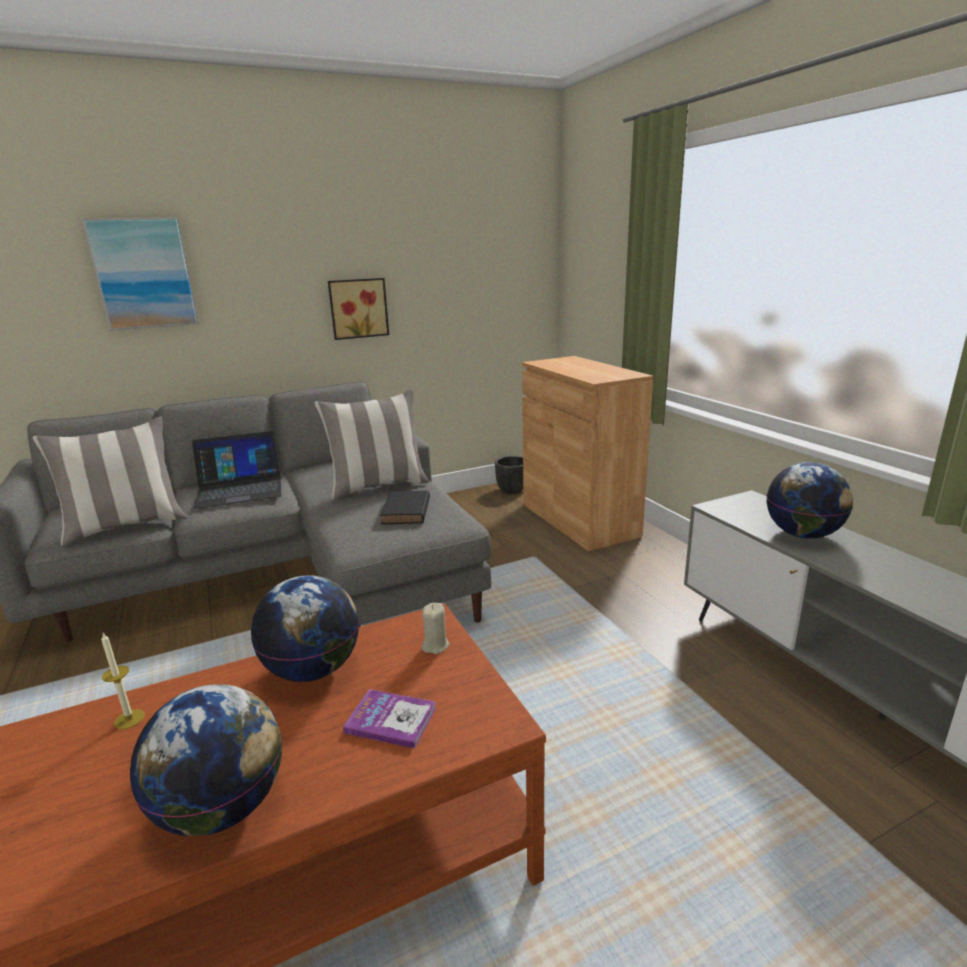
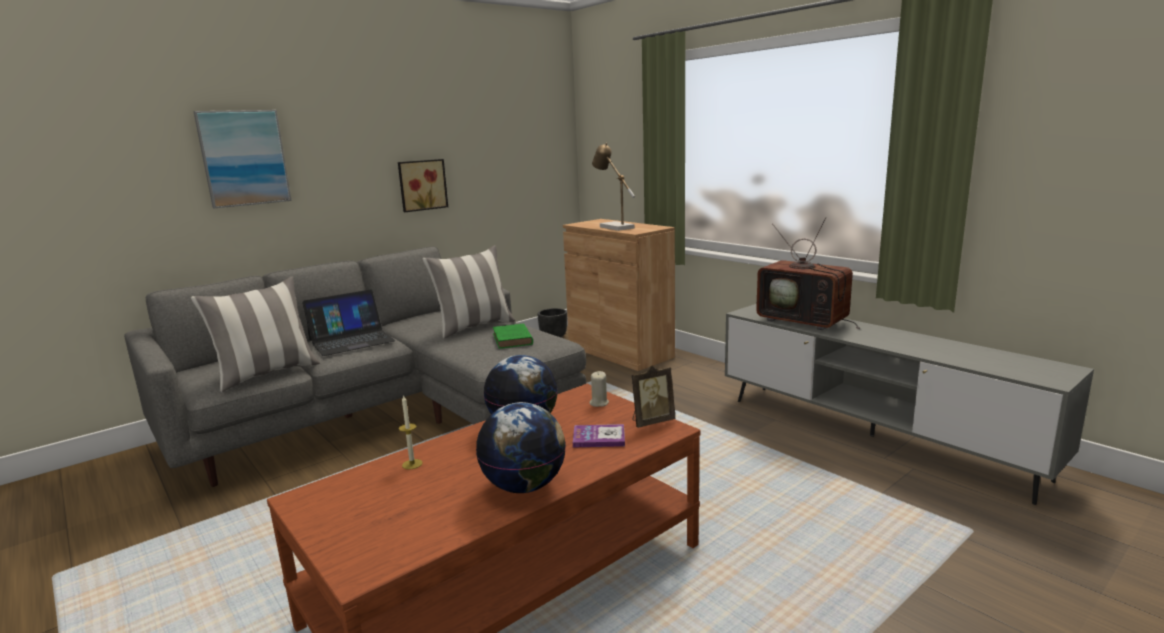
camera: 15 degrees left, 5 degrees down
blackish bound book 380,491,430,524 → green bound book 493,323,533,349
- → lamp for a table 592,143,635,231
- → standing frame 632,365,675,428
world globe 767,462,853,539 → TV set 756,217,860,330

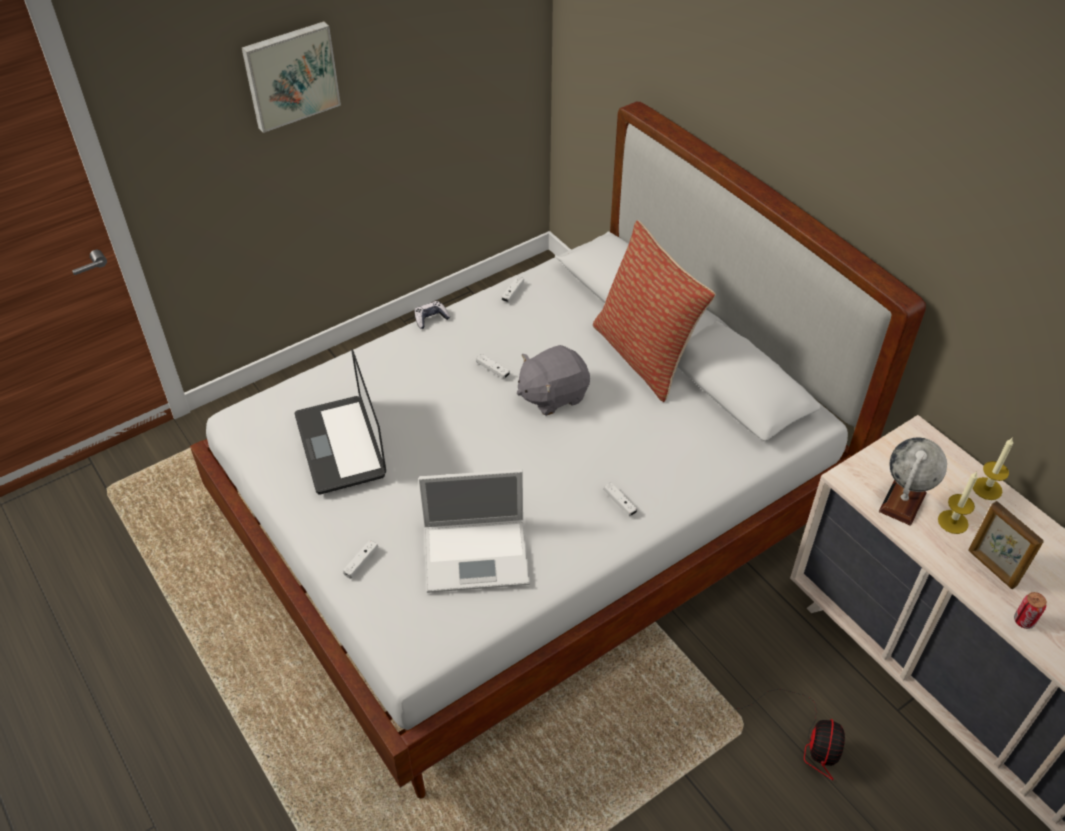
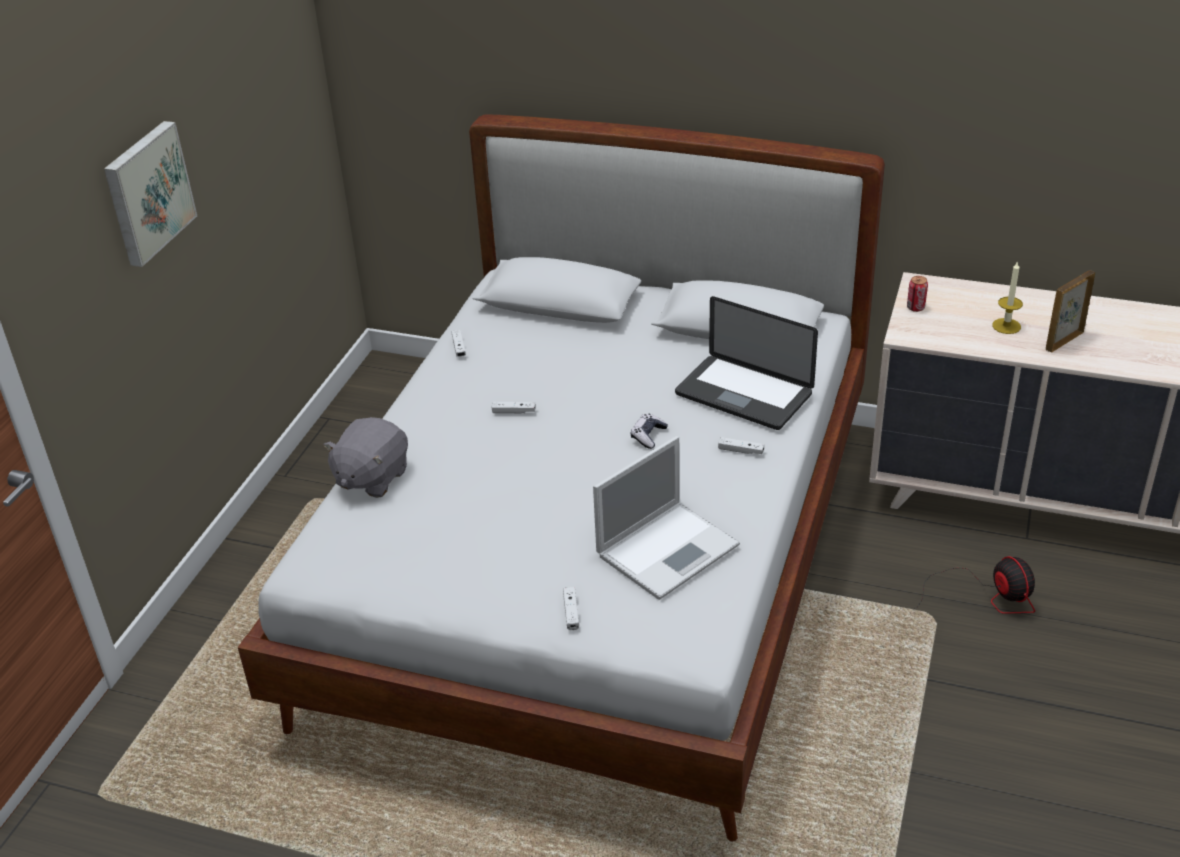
camera: 35 degrees left, 10 degrees down
gray plush toy 517,345,590,416 → gray plush toy 323,417,408,498, relocated
gamepad 414,301,450,329 → gamepad 631,414,668,449, relocated
laptop 295,349,386,495 → laptop 675,296,818,430, relocated
can 1014,592,1047,629 → can 907,276,928,312, relocated
standing frame 968,501,1044,589 → standing frame 1046,270,1095,352, 120 degrees clockwise
pillow 593,220,716,402 → -
world globe 879,437,947,526 → -
wax candle 973,437,1013,500 → -

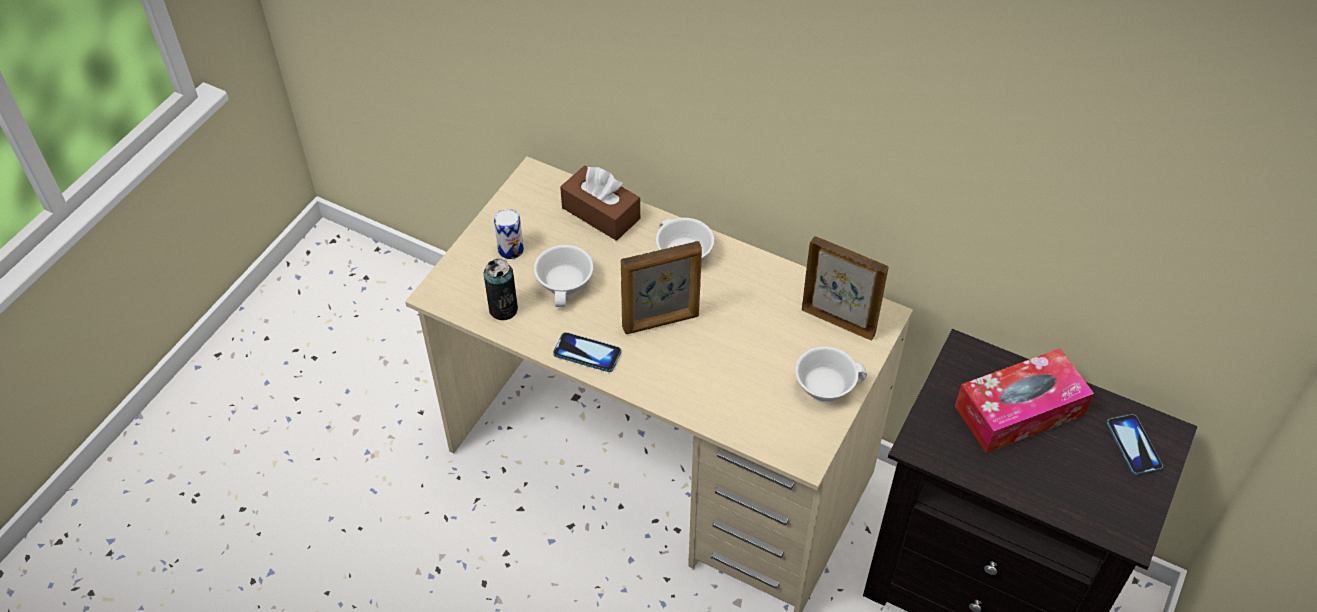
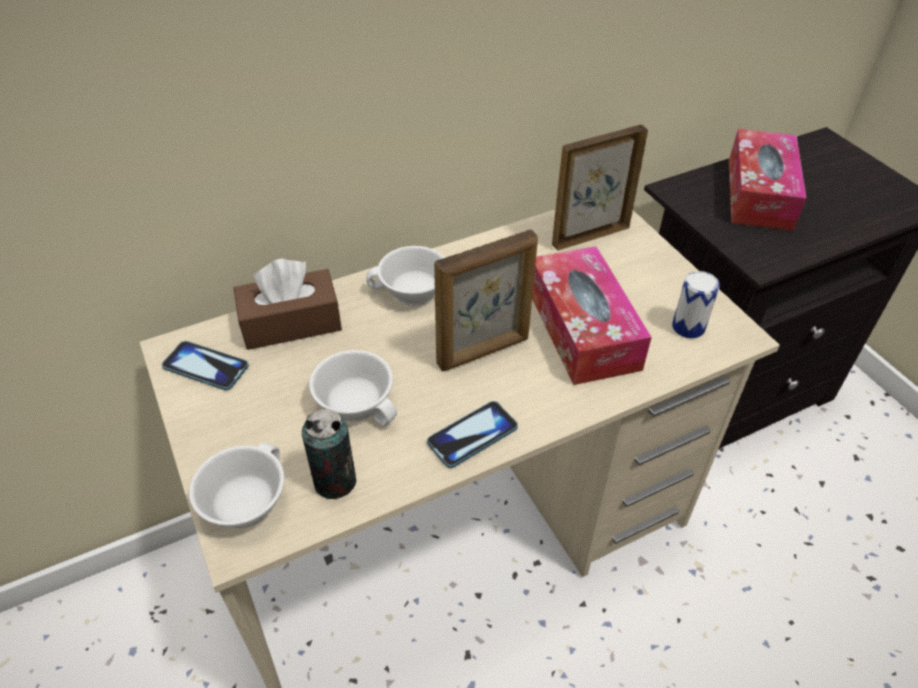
camera: 55 degrees left, 5 degrees down
handset 1107,414,1163,475 → handset 162,341,249,390, relocated
white-coloured cup 795,347,867,402 → white-coloured cup 189,443,285,528, relocated
standing frame 621,241,702,334 → standing frame 434,229,538,371, 45 degrees clockwise
- → tissue holder 532,246,652,385
can 494,209,524,259 → can 672,271,720,338, relocated

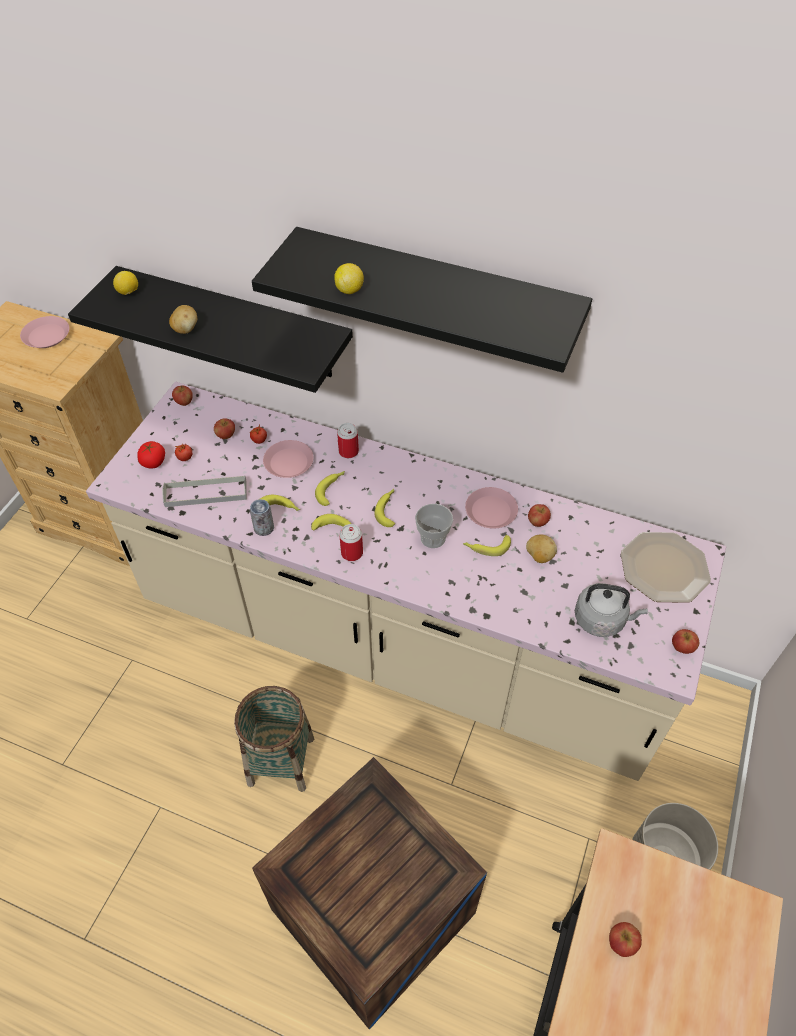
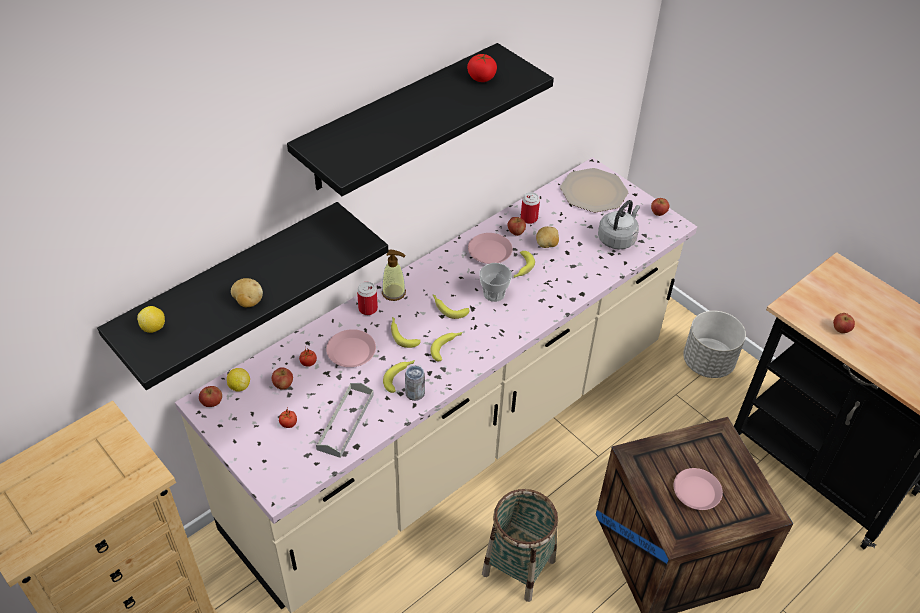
camera: 65 degrees left, 5 degrees down
whole lemon 334,263,364,294 → whole lemon 227,368,250,392, relocated
- → soap dispenser 382,250,406,301
fresh tomato 137,441,165,469 → fresh tomato 467,54,497,82, relocated
can 339,524,363,561 → can 521,192,540,224, relocated
pinkish dinner plate 20,316,70,348 → pinkish dinner plate 673,468,723,510, relocated

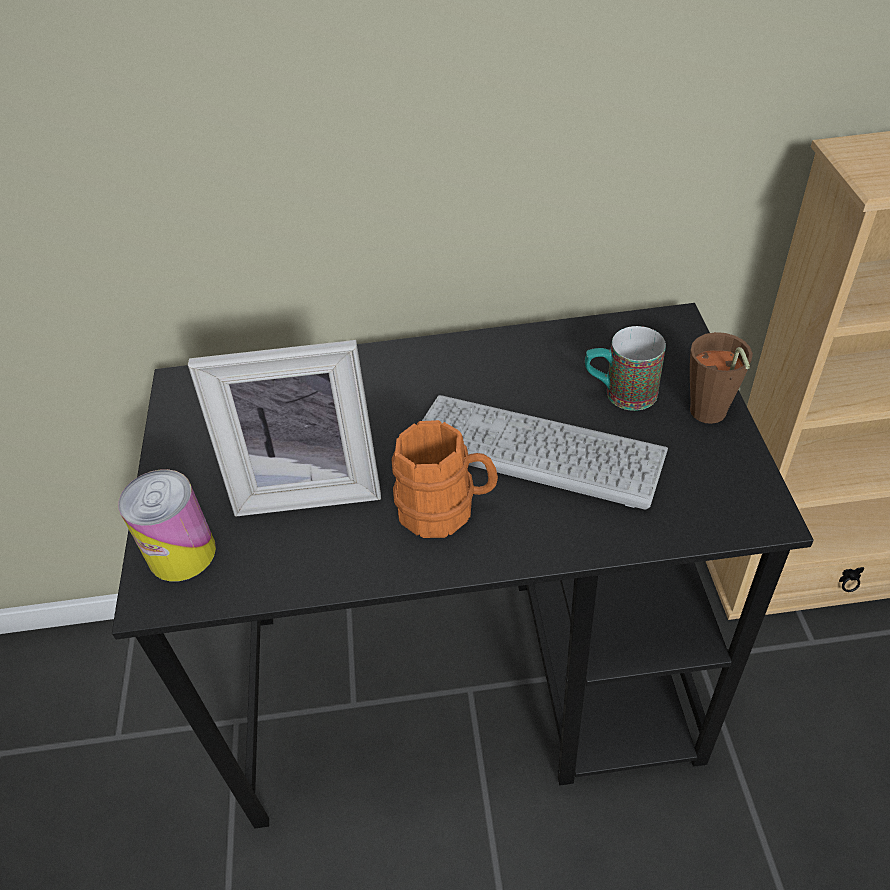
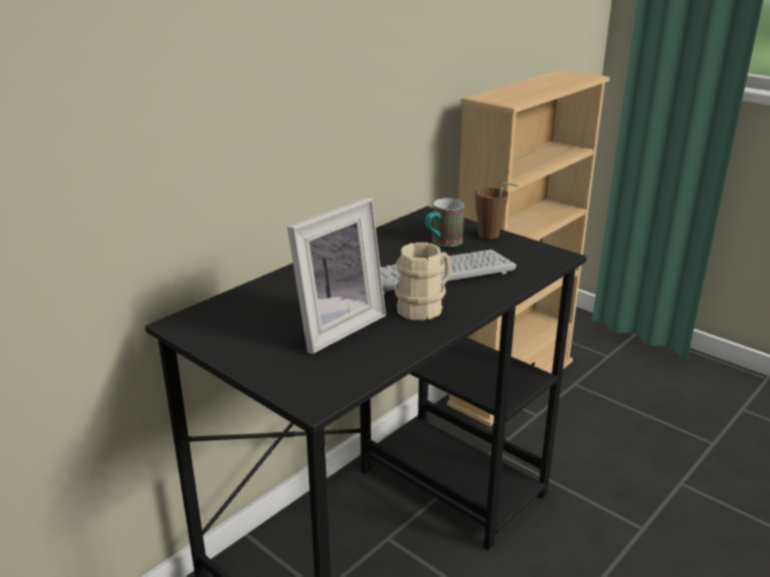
camera: 45 degrees left, 20 degrees down
orange mug 392,420,498,538 → beige-coloured mug 395,242,451,320
can 119,469,216,582 → -

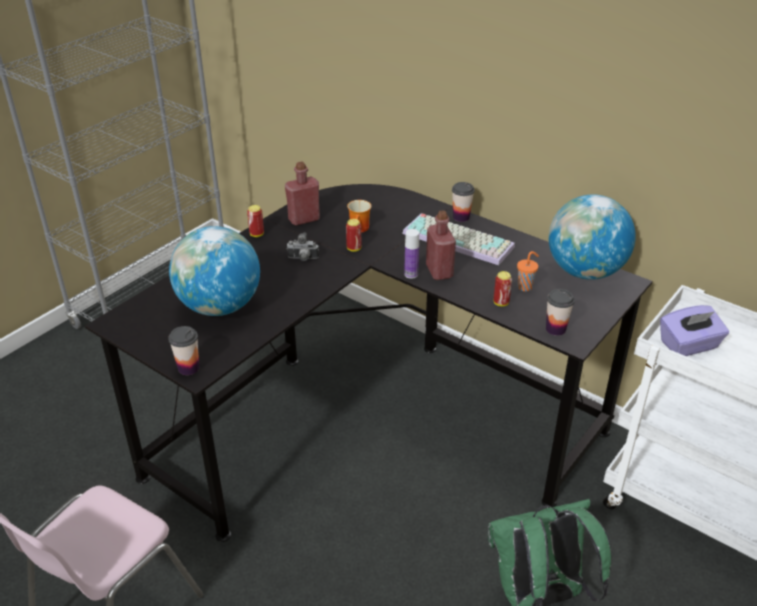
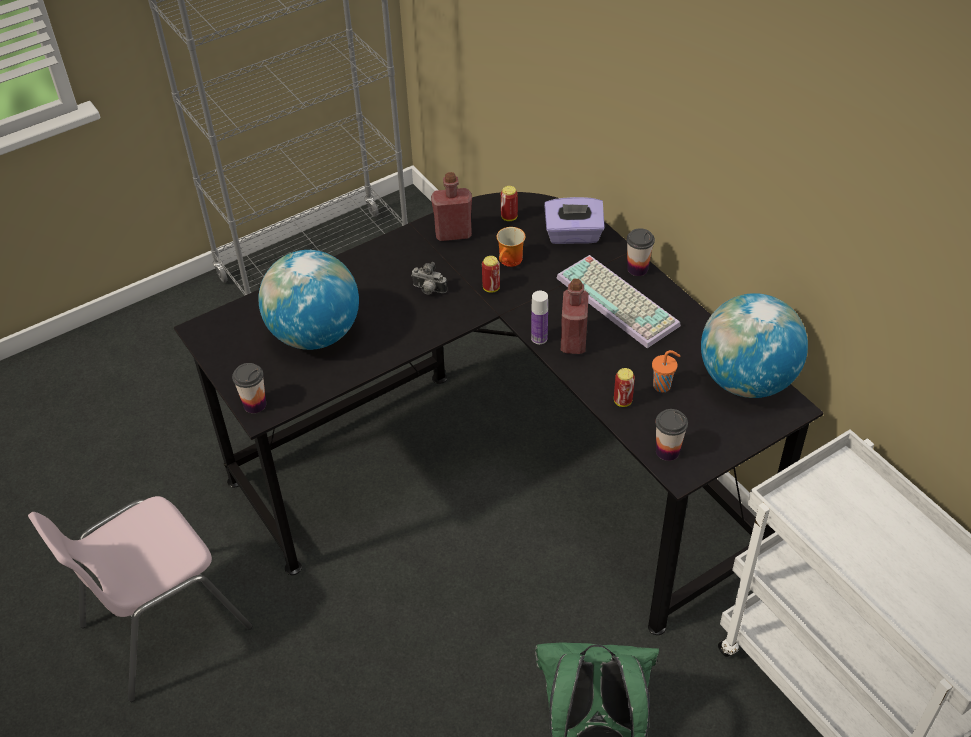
camera: 20 degrees right, 10 degrees up
can 247,205,264,237 → can 501,186,518,221, relocated
purple tissue holder 660,305,729,356 → purple tissue holder 544,197,605,244, relocated

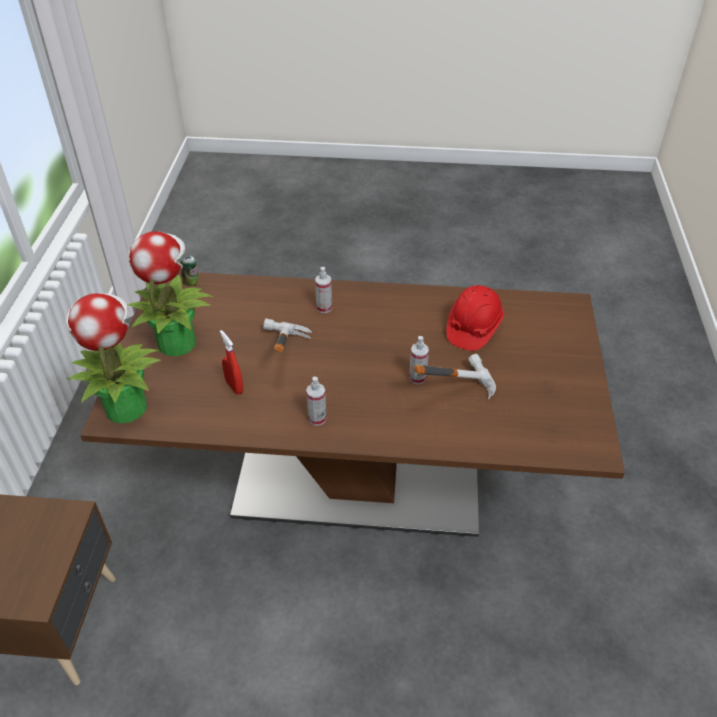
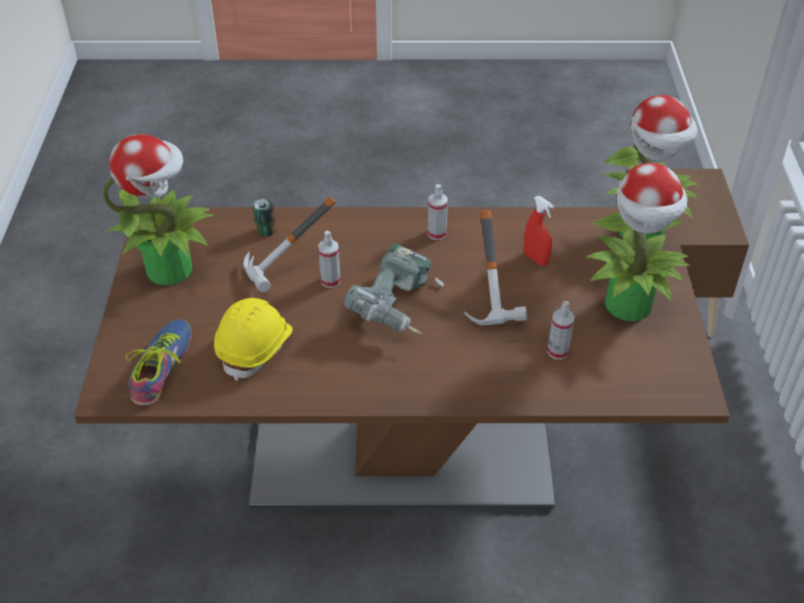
camera: 175 degrees right, 0 degrees up
- → houseplant 103,134,214,285
- → item of footwear 125,319,192,406
red work helmet 446,285,504,351 → yellow-coloured work helmet 214,298,293,381
can 180,256,198,286 → can 252,199,277,236, relocated
- → electric drill 344,244,444,334
spray bottle 315,267,332,313 → spray bottle 547,301,575,360, relocated

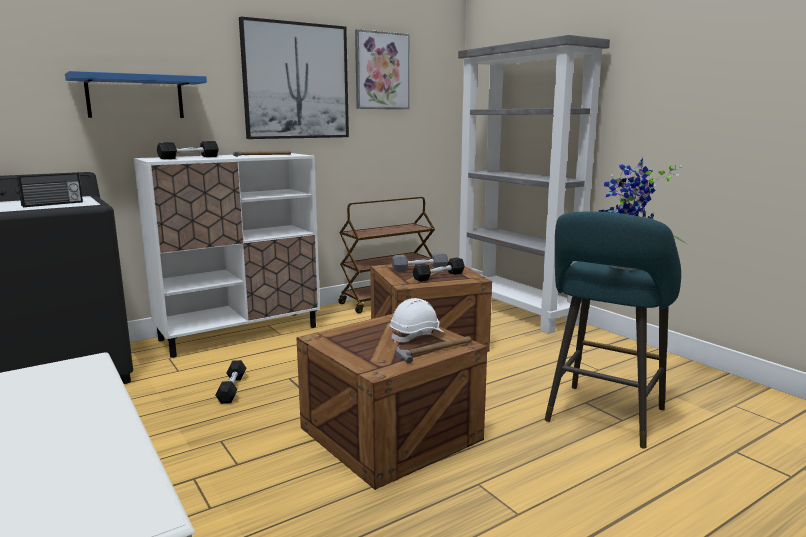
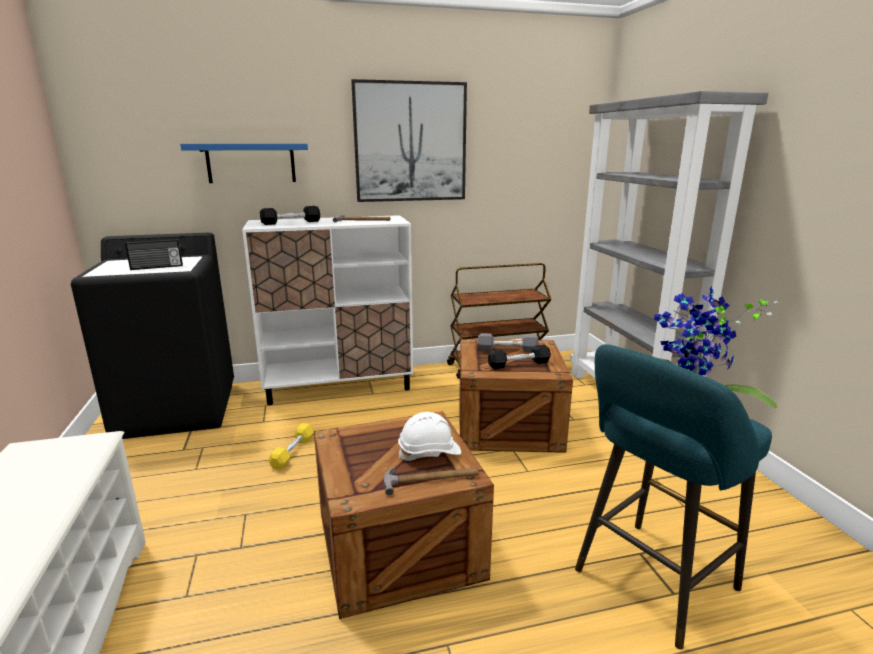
camera: 20 degrees right, 5 degrees up
blackish free weight 215,360,246,404 → yellow-coloured free weight 268,423,314,470
picture 355,29,410,109 → -

